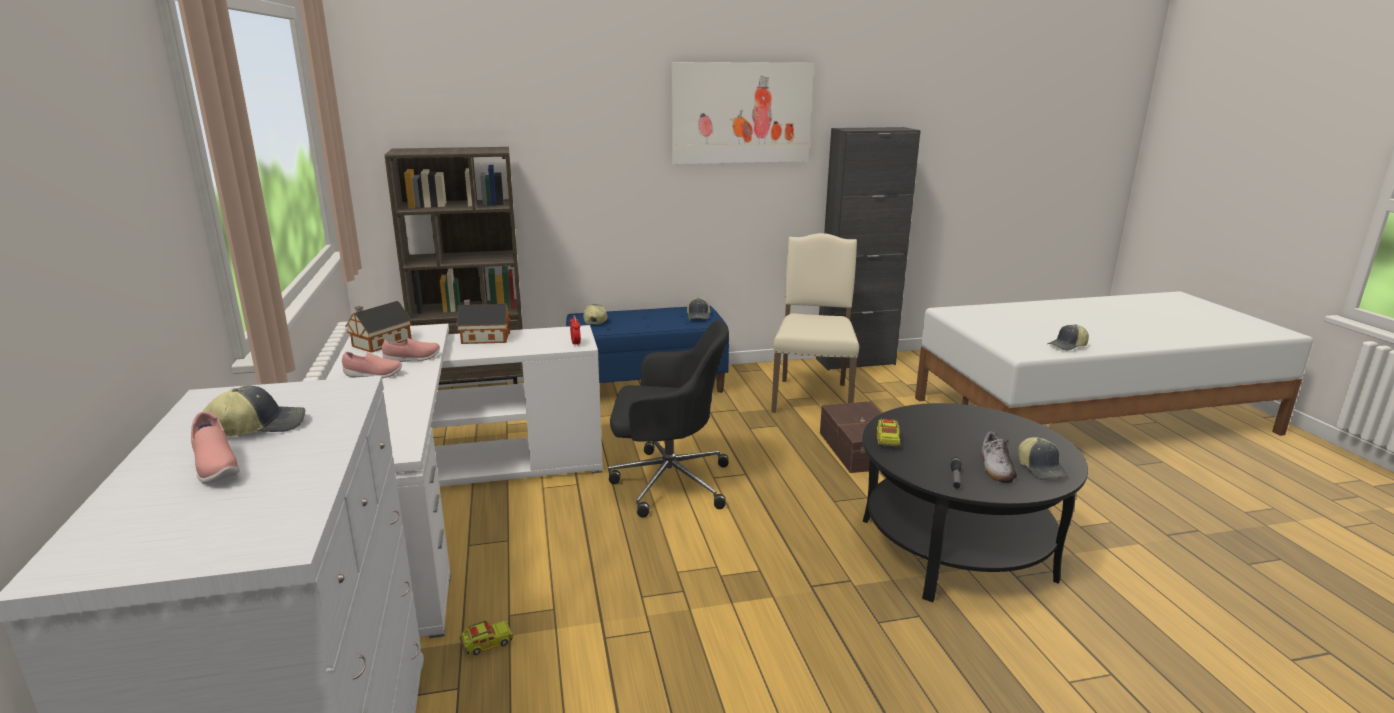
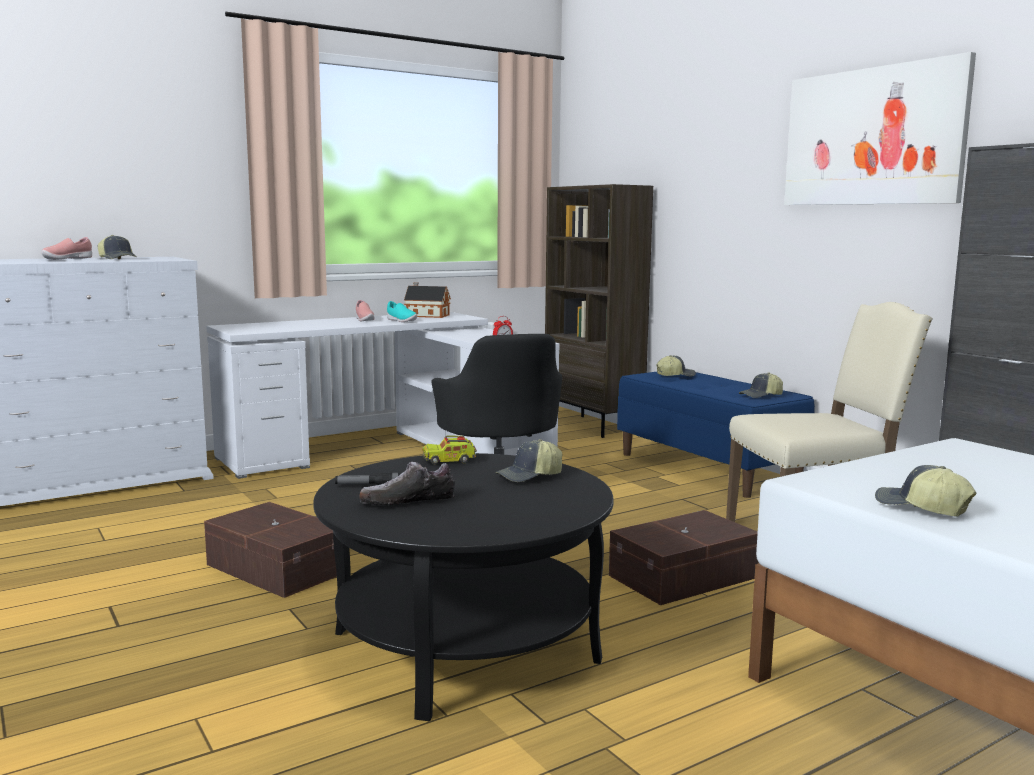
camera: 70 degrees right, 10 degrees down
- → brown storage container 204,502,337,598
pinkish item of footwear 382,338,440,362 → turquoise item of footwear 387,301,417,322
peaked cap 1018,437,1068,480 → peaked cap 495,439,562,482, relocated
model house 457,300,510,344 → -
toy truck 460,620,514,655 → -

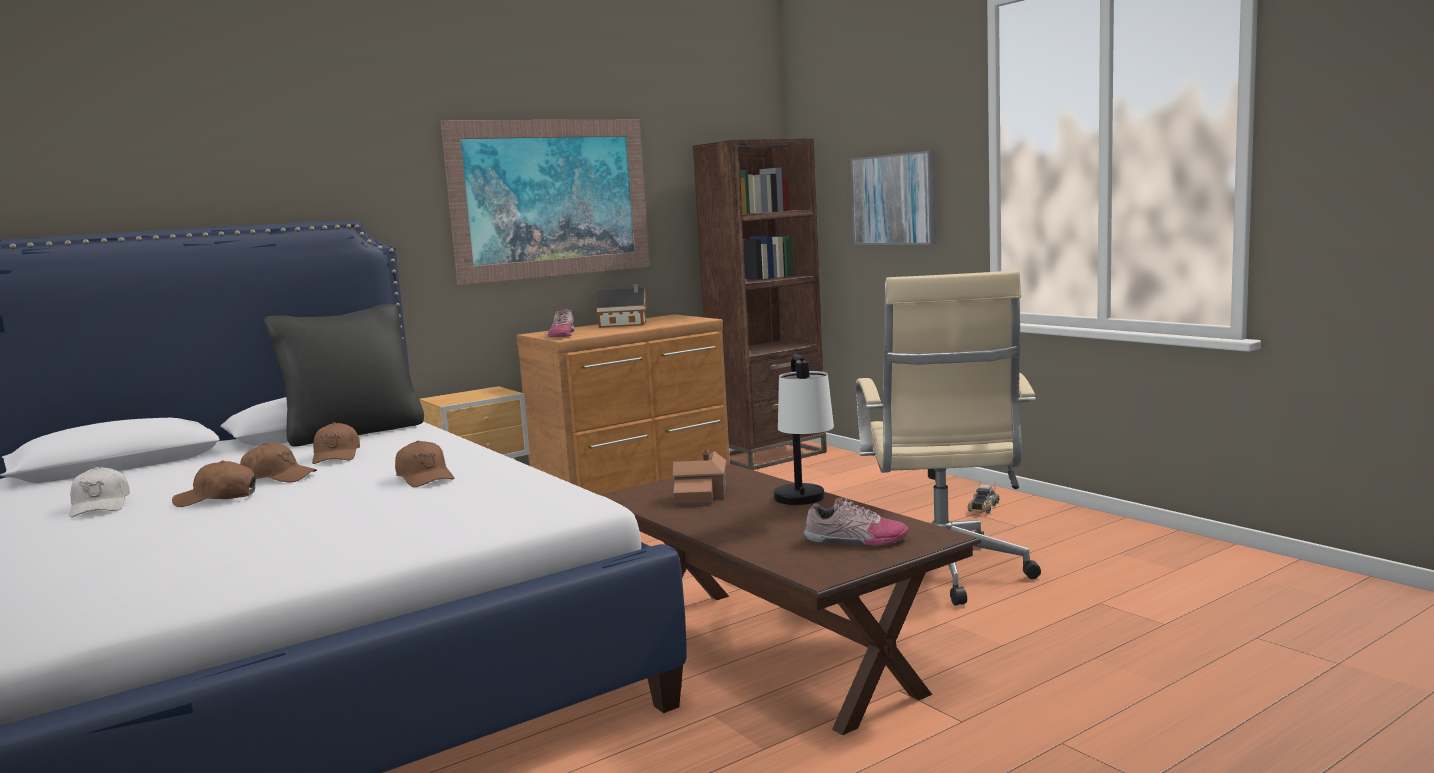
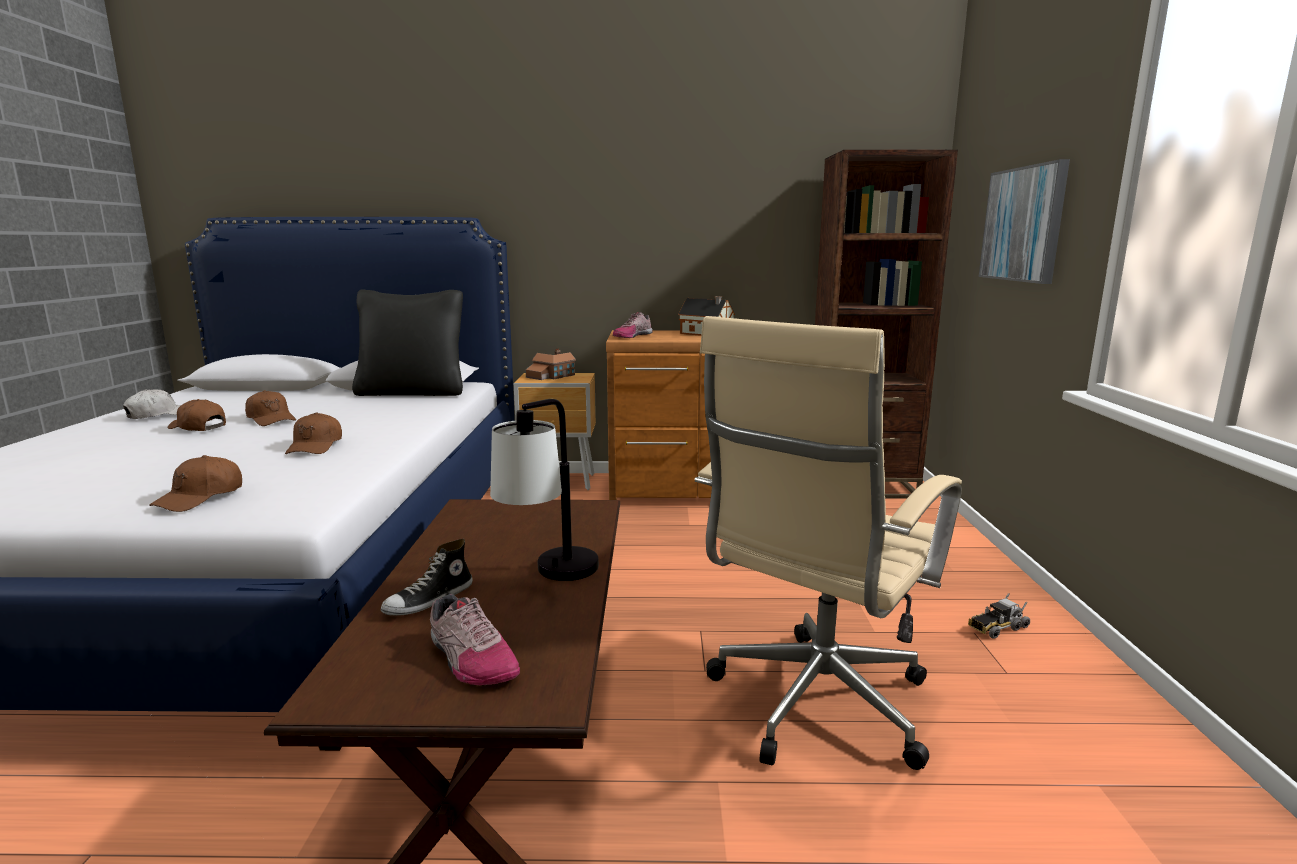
camera: 35 degrees right, 5 degrees up
white-coloured peaked cap 69,467,130,517 → white-coloured peaked cap 123,389,181,419, 150 degrees counterclockwise
brown peaked cap 312,422,360,464 → brown peaked cap 149,455,242,512, relocated
- → item of footwear 381,539,473,616
model house 673,448,726,506 → model house 525,349,576,380, relocated
picture 441,120,650,285 → -

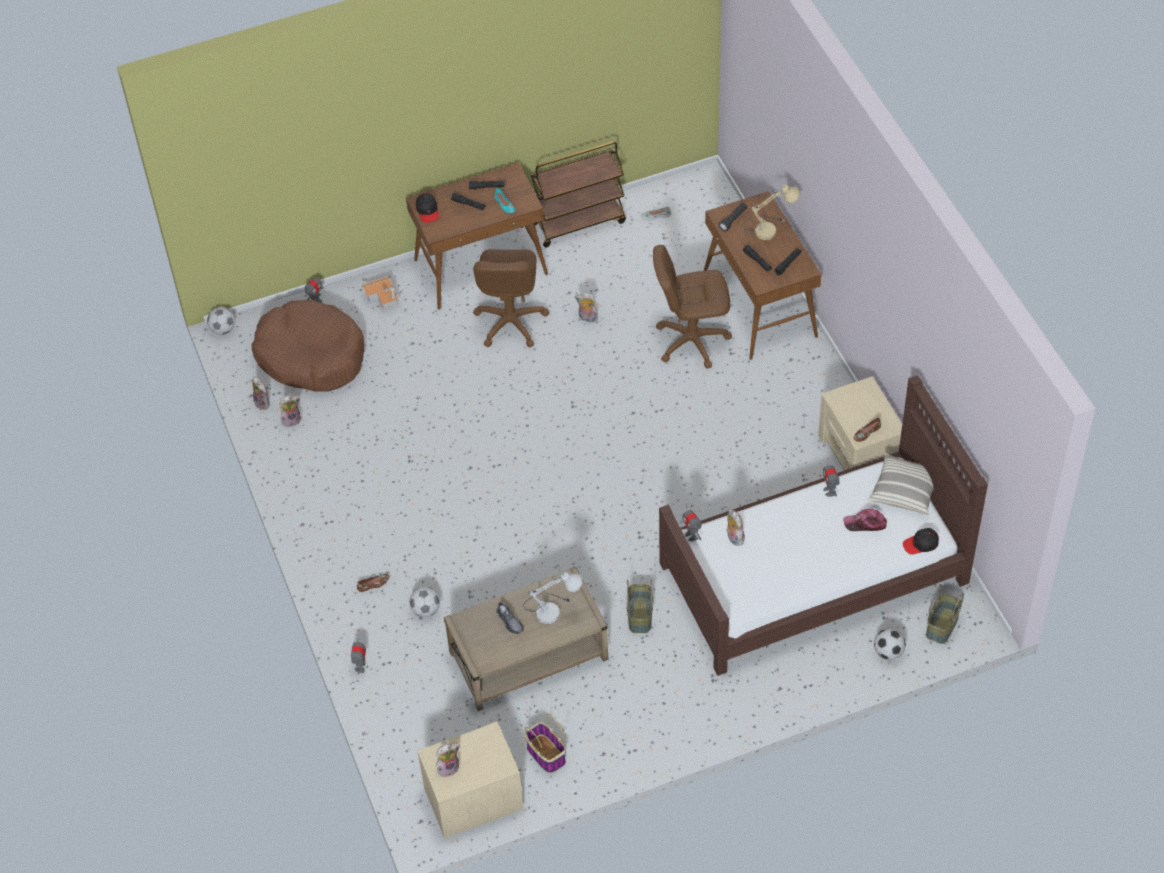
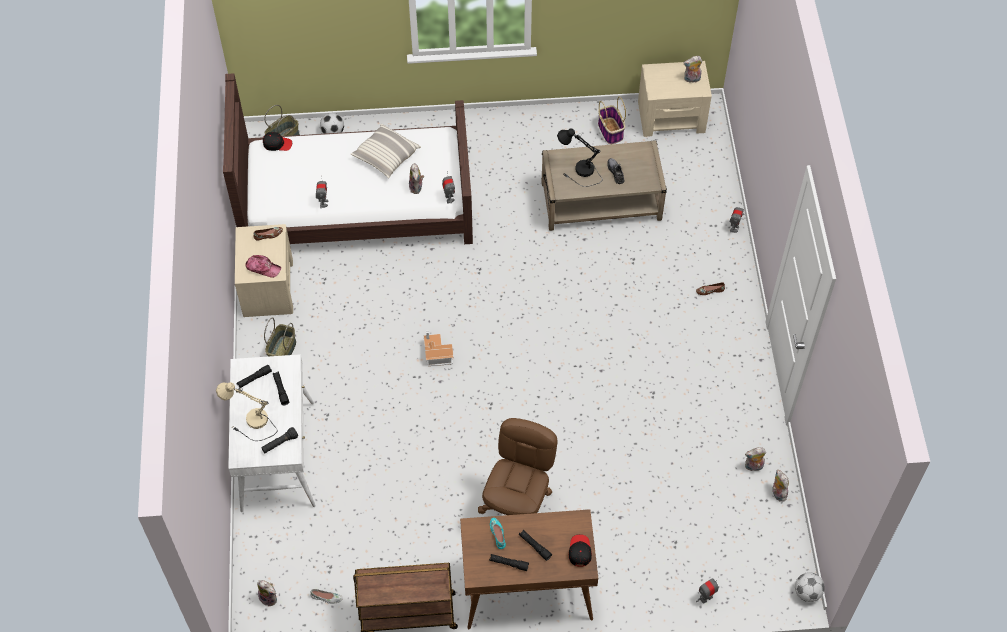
camera: 165 degrees left, 5 degrees up
brown desk unit 703,191,821,360 → white-coloured desk unit 228,354,316,512
peaked cap 844,508,887,531 → peaked cap 245,255,281,278, relocated
plush toy 575,293,598,322 → plush toy 257,580,277,607, relocated
household basket 627,580,653,633 → household basket 264,317,296,357, relocated
pillow 868,453,934,515 → pillow 351,124,421,178, relocated
model house 361,276,399,312 → model house 424,330,454,366, relocated
white-coloured lamp for a table 523,572,583,624 → blackish lamp for a table 557,129,603,187
brown dog cushion 252,300,365,392 → -
football ball 409,587,440,617 → -
brown desk chair 653,245,732,369 → -

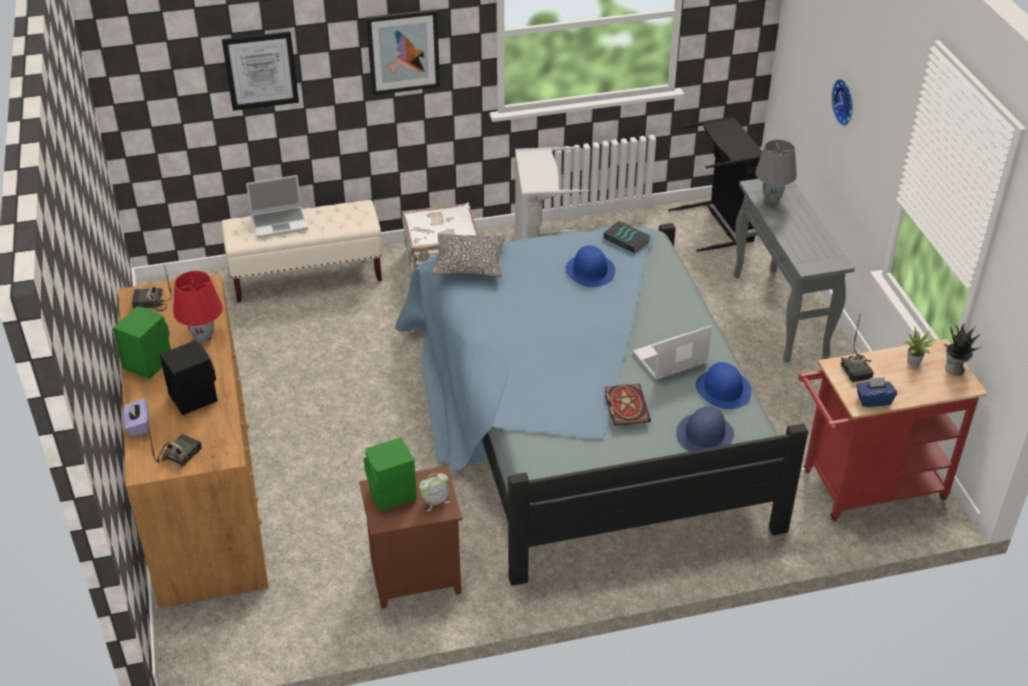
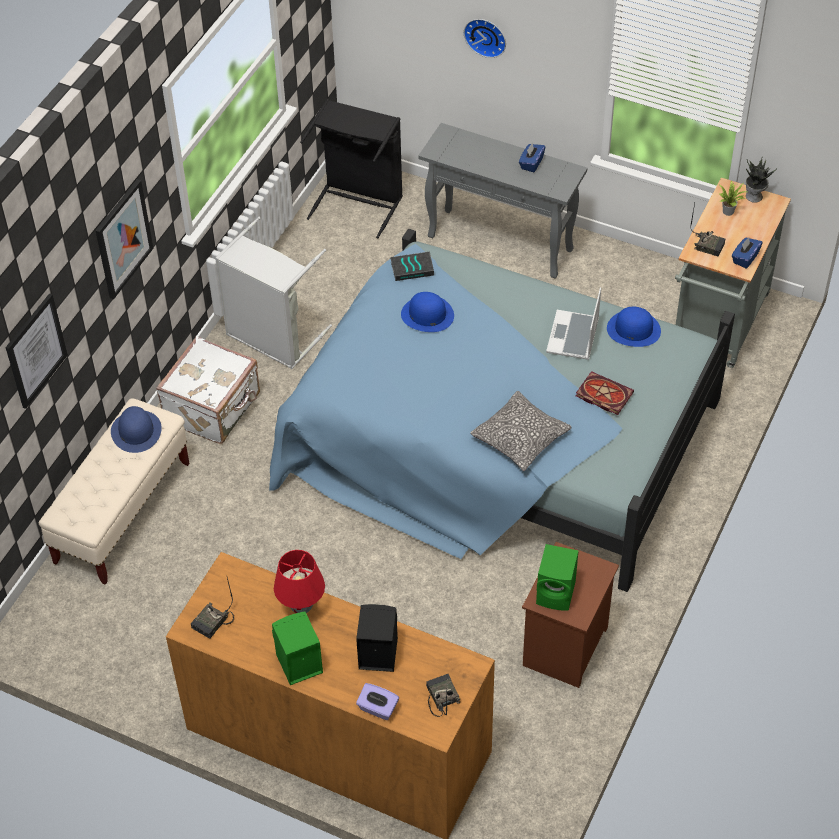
camera: 50 degrees left, 10 degrees up
bluish clothing hat 676,407,734,452 → bluish clothing hat 111,406,162,453, relocated
pillow 431,233,505,277 → pillow 470,391,572,471, relocated
- → bluish tissue holder 519,143,545,172
red wheeled cart 798,339,987,522 → gray wheeled cart 675,178,791,368
laptop 246,175,308,238 → -
bedside clock 419,473,450,512 → -
gray lamp for a table 755,140,797,203 → -

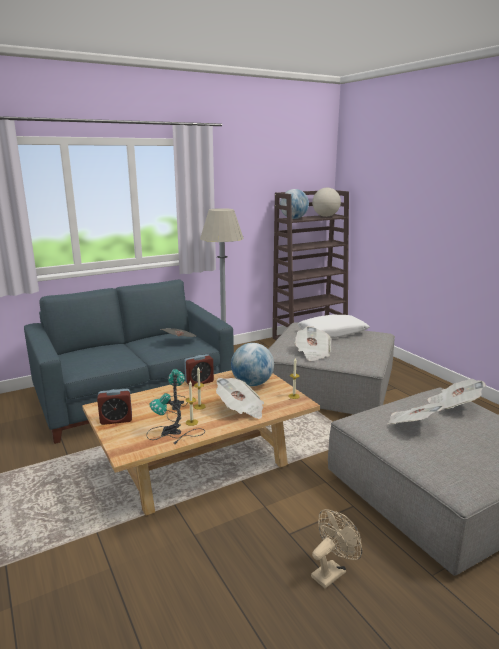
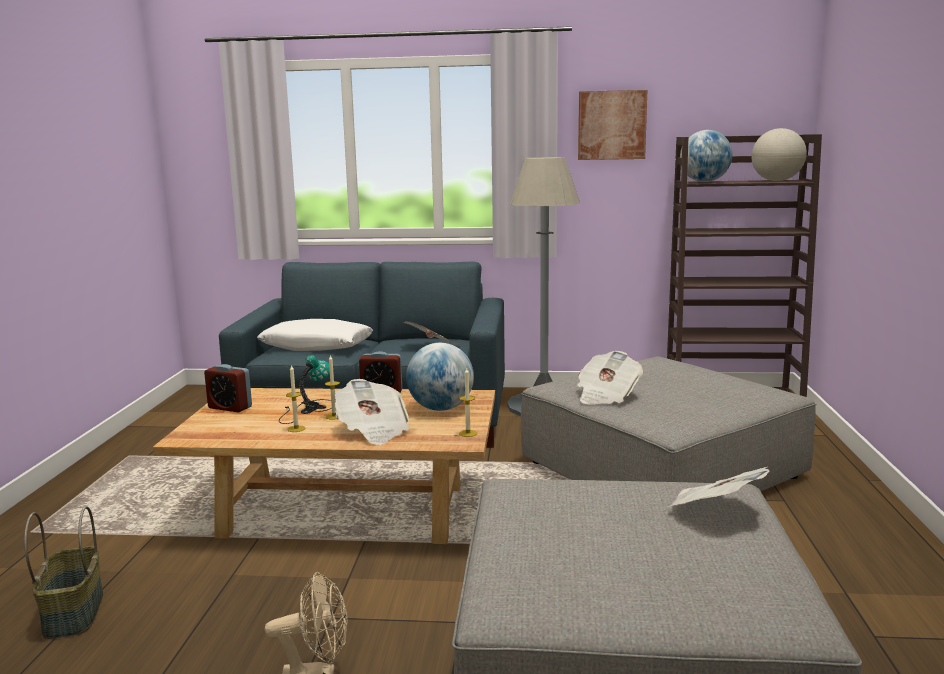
camera: 35 degrees right, 5 degrees down
- → household basket 24,506,103,639
white-coloured pillow 297,314,370,338 → white-coloured pillow 257,319,373,351, relocated
- → picture 578,90,647,160
lamp for a table 146,393,205,444 → -
daily paper 387,402,444,424 → -

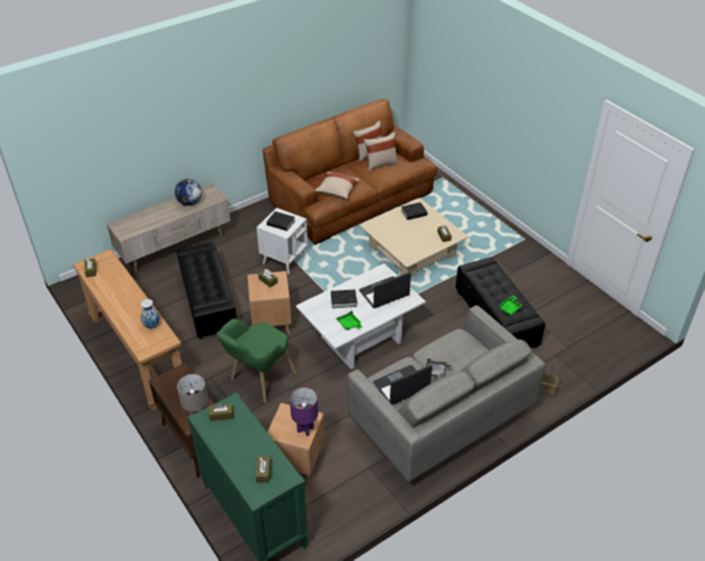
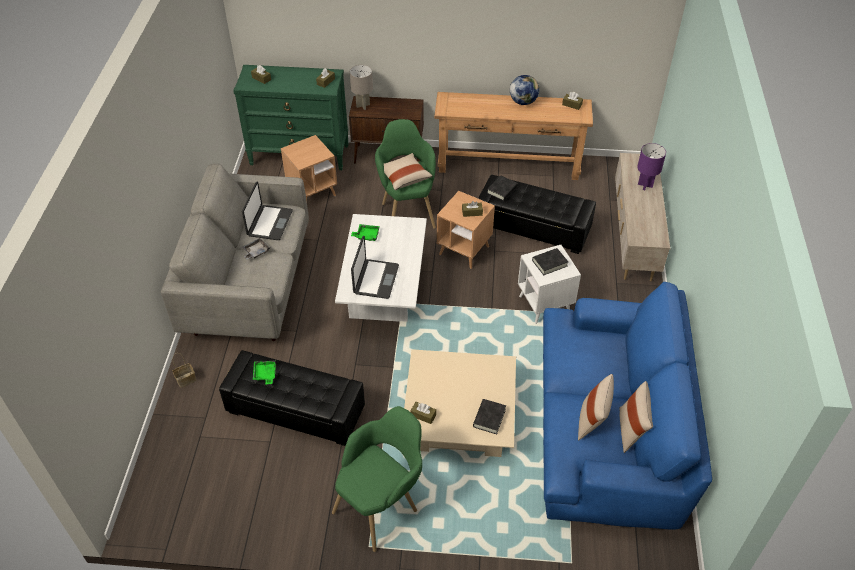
camera: 130 degrees right, 5 degrees up
- → green armchair 332,406,422,552
beige-coloured pillow 315,172,360,199 → beige-coloured pillow 384,153,432,190, relocated
blackish bound book 331,289,357,308 → blackish bound book 487,175,517,201, relocated
world globe 174,179,202,206 → world globe 510,75,540,105, relocated
brown couch 263,99,437,245 → bluish couch 543,282,712,529
purple lamp for a table 290,387,318,436 → purple lamp for a table 637,143,666,190, relocated
vase 141,299,160,328 → -

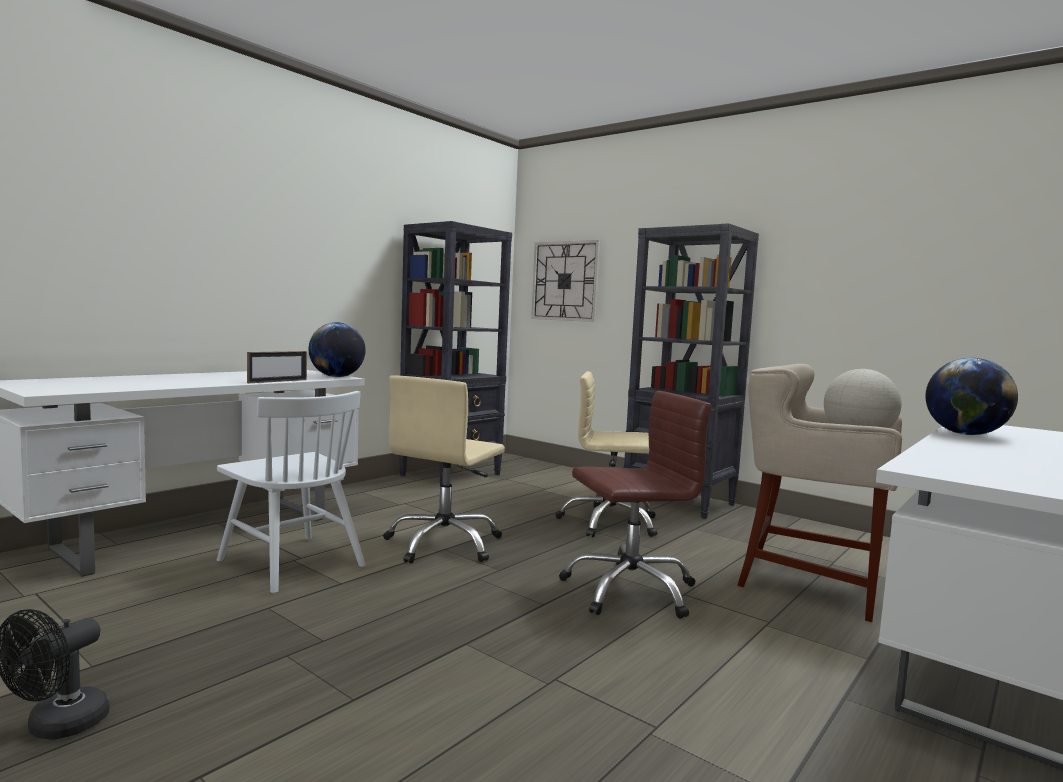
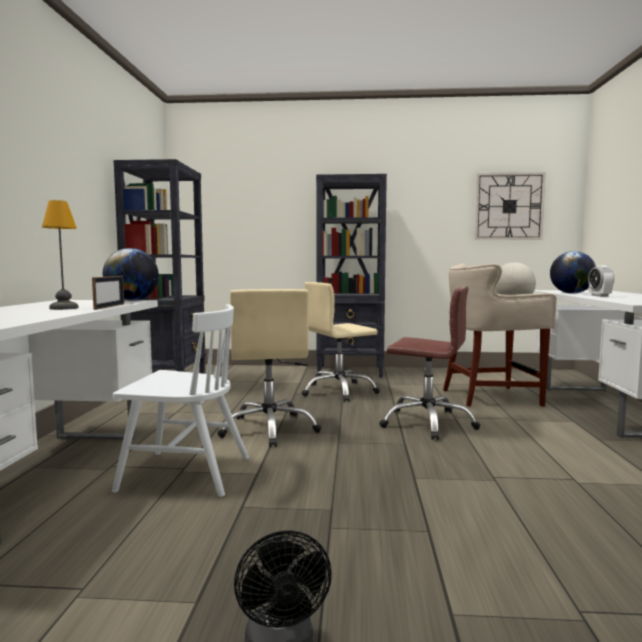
camera: 35 degrees left, 0 degrees up
- → lamp for a table 42,200,79,310
brown desk chair 559,391,711,619 → brown desk chair 379,286,480,440, 75 degrees clockwise
clock on the wall 531,240,600,322 → clock on the wall 475,172,546,240, relocated
- → bedside clock 588,265,614,297

